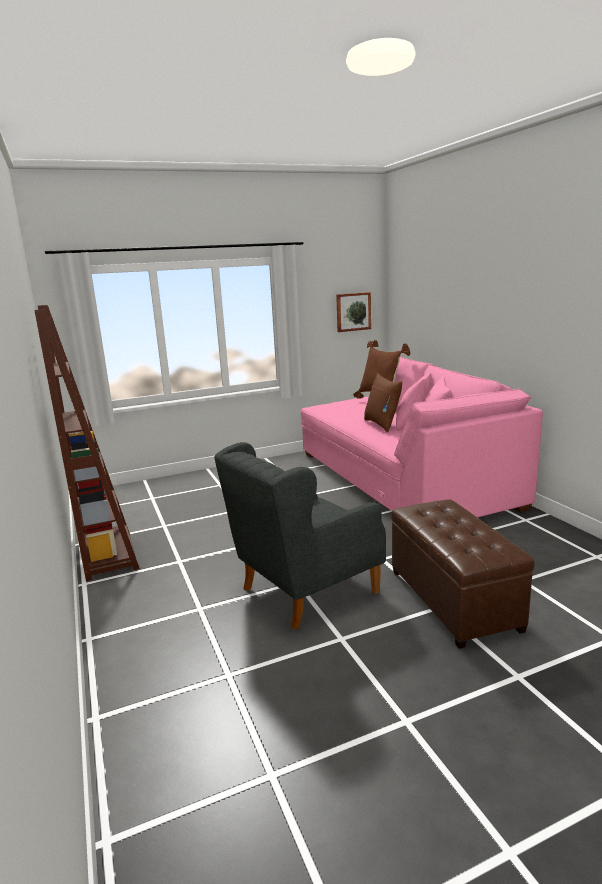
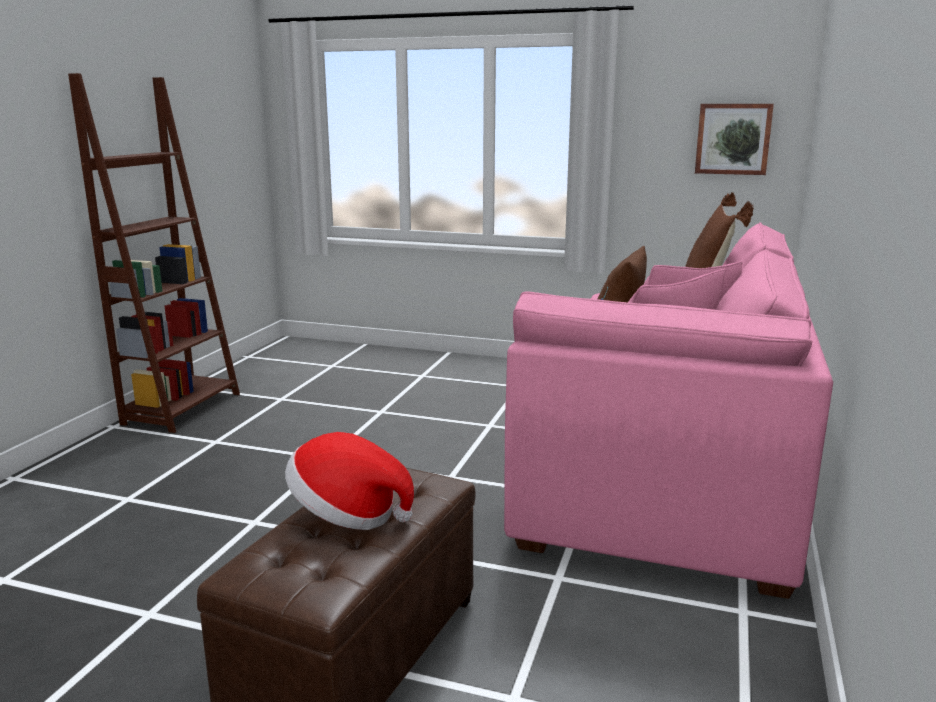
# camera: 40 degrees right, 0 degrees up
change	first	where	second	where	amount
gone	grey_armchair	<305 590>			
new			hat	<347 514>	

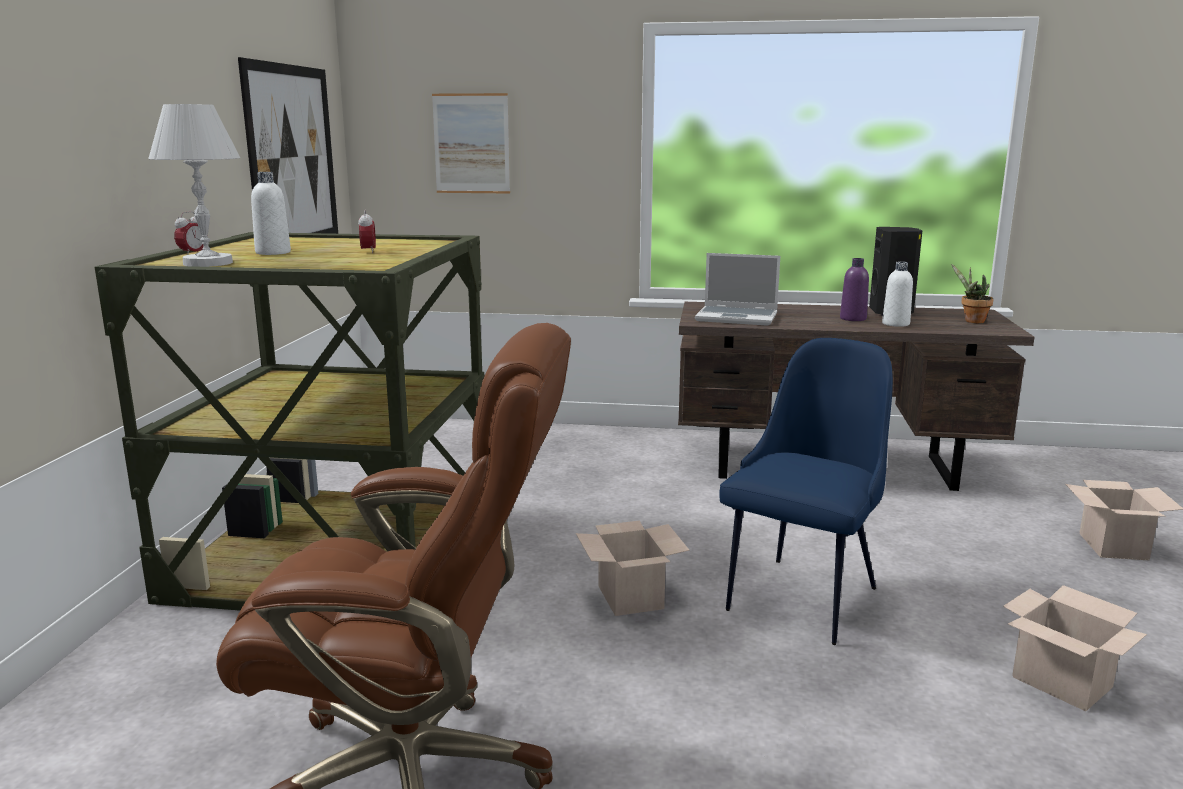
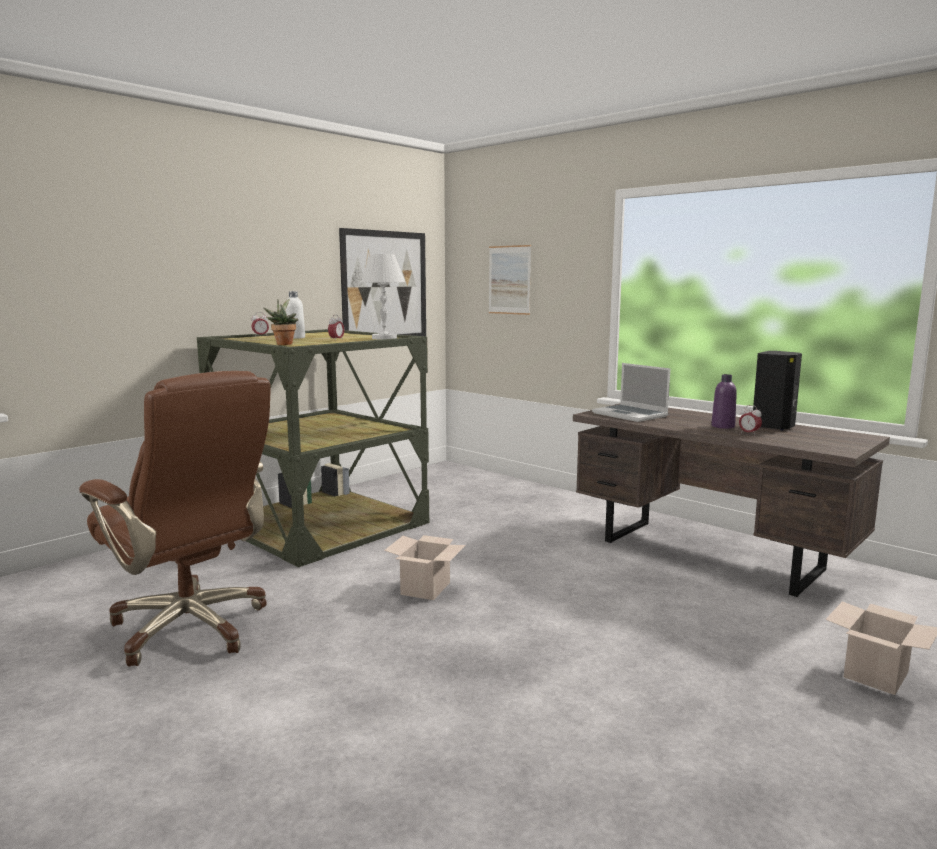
# camera: 35 degrees right, 5 degrees down
change	first	where	second	where	amount
gone	blue_chair	<802 598>			
gone	cardboard_box	<1059 682>			
shifted	white_table_lamp	<209 263>		<384 338>	
shifted	potted_plant	<971 321>		<283 344>	
swapped	white_bottle	<895 324>	alarm_clock	<749 434>	

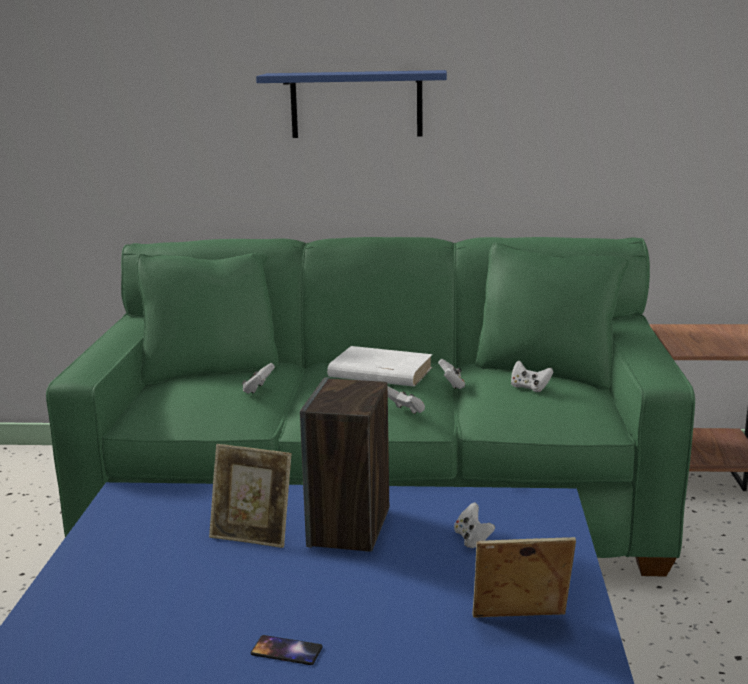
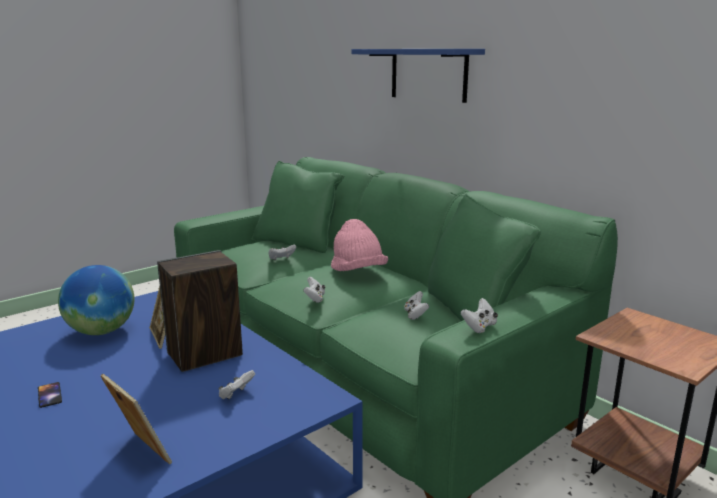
# camera: 45 degrees right, 0 degrees up
change	first	where	second	where	amount
new			globe	<101 331>	
shifted	white_game_controller	<452 385>		<479 327>	
swapped	white_book	<379 372>	pink_hat	<358 272>	

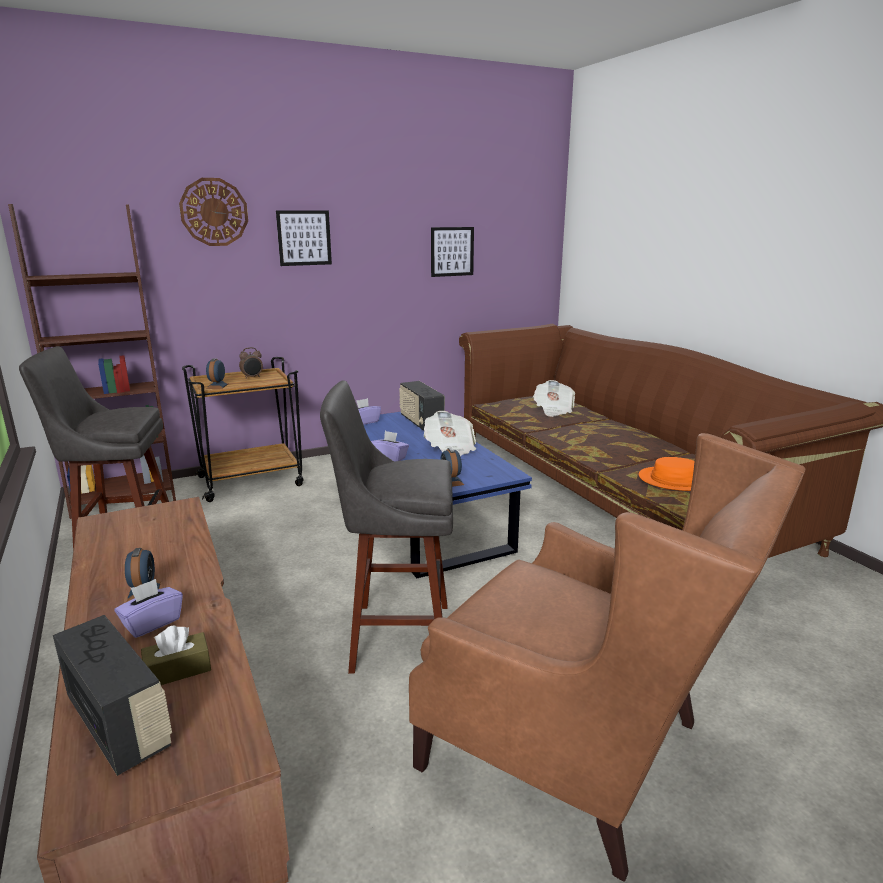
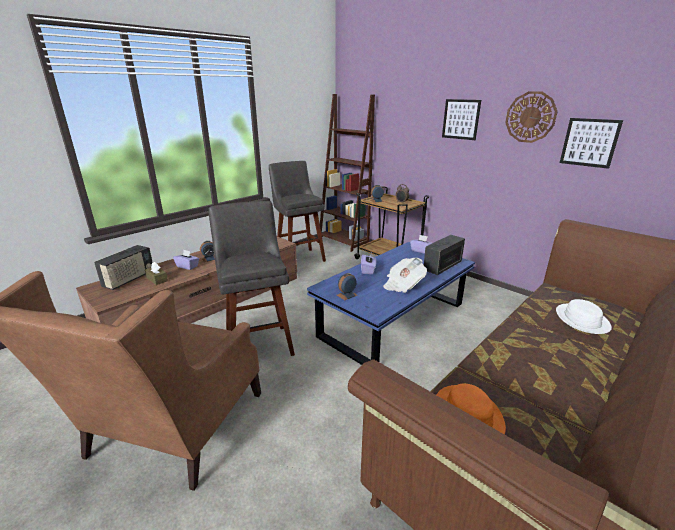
# camera: 70 degrees right, 5 degrees up
change	first	where	second	where	amount
shifted	wall_clock	<214 212>		<530 117>	
swapped	newspaper	<553 410>	white_hat	<581 319>	

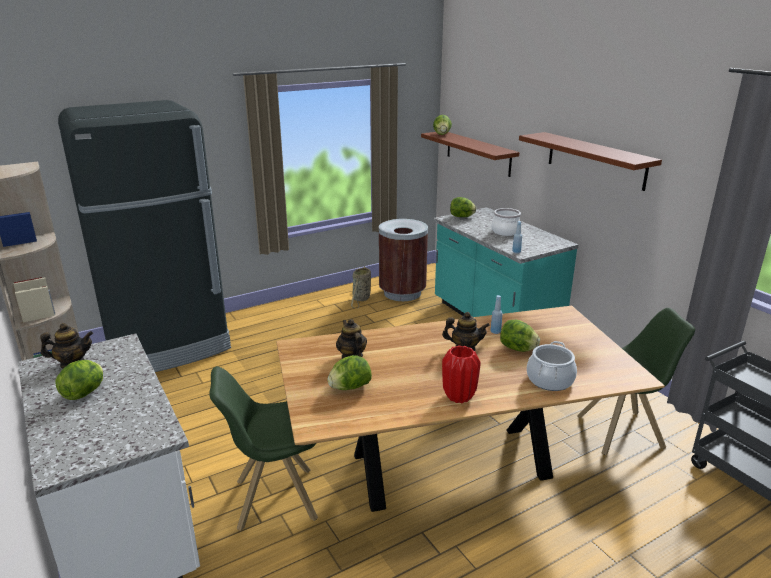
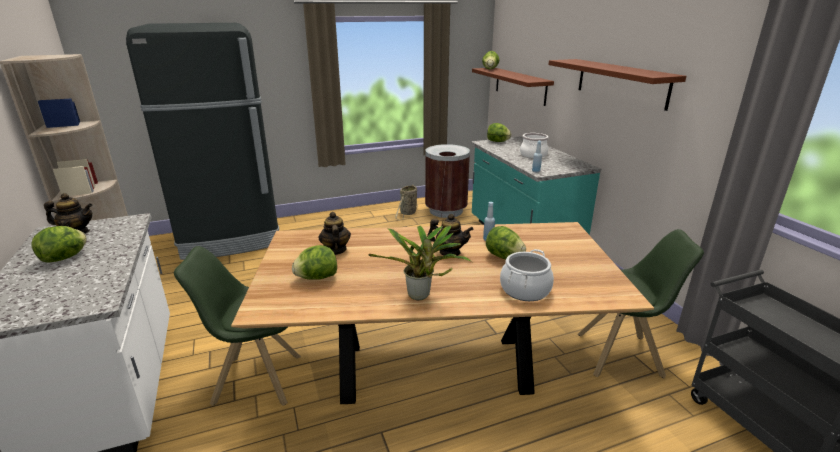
# camera: 10 degrees right, 0 degrees up
change	first	where	second	where	amount
swapped	red_vase	<459 396>	potted_plant	<421 297>	

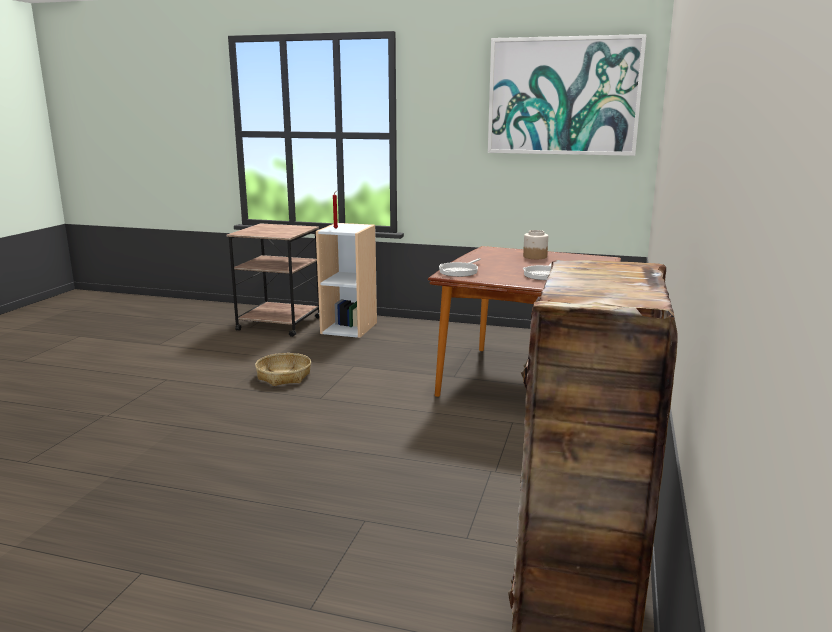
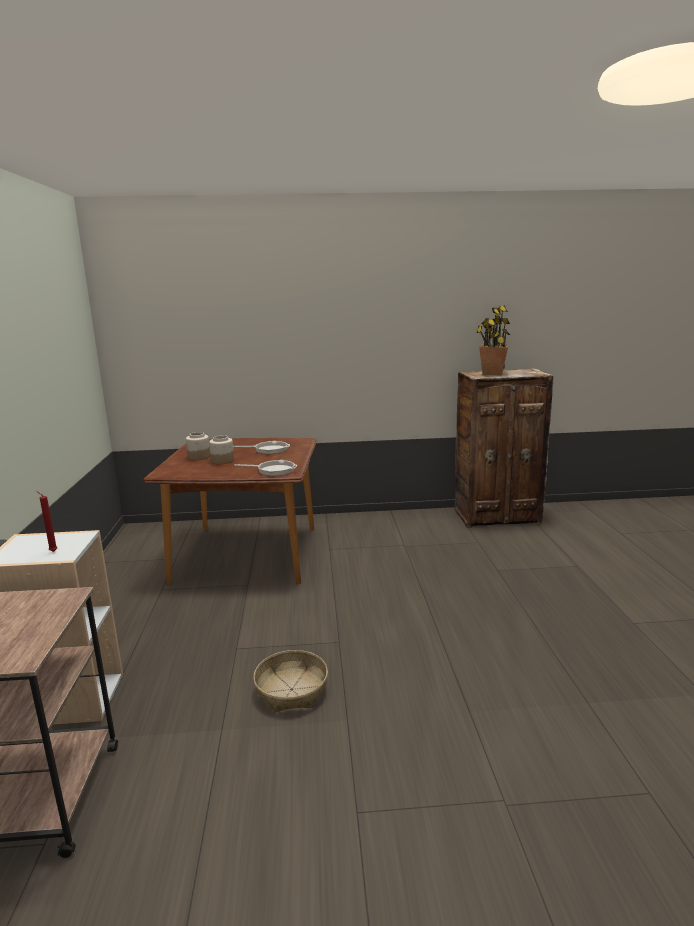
# camera: 110 degrees left, 0 degrees up
change	first	where	second	where	amount
gone	picture	<563 96>			
new			jar	<222 461>	
new			potted_plant	<492 373>	

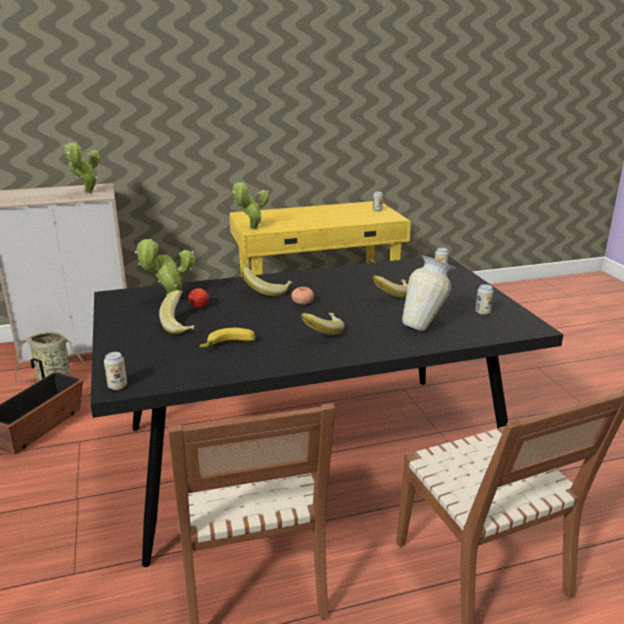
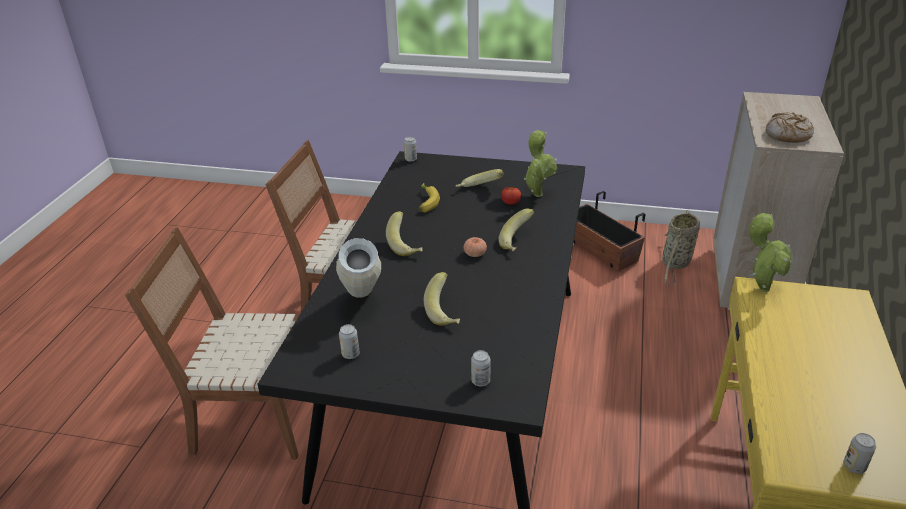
# camera: 120 degrees right, 10 degrees up
change	first	where	second	where	amount
swapped	potted_plant	<87 193>	bread	<788 135>	

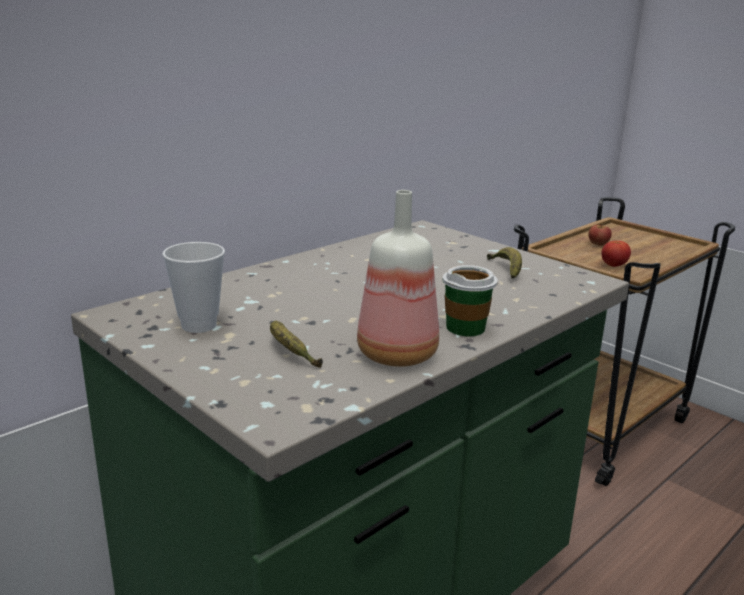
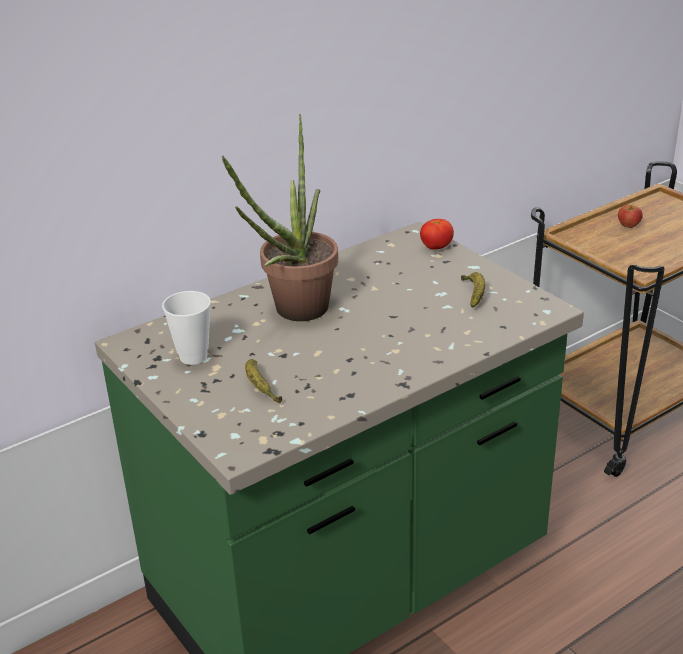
# camera: 10 degrees right, 10 degrees up
change	first	where	second	where	amount
gone	bottle	<399 355>			
gone	cup	<465 328>			
new			potted_plant	<294 313>	
shifted	tomato	<613 265>		<436 247>	

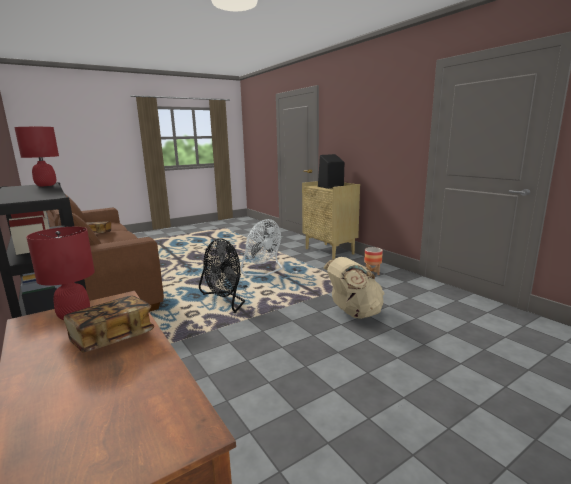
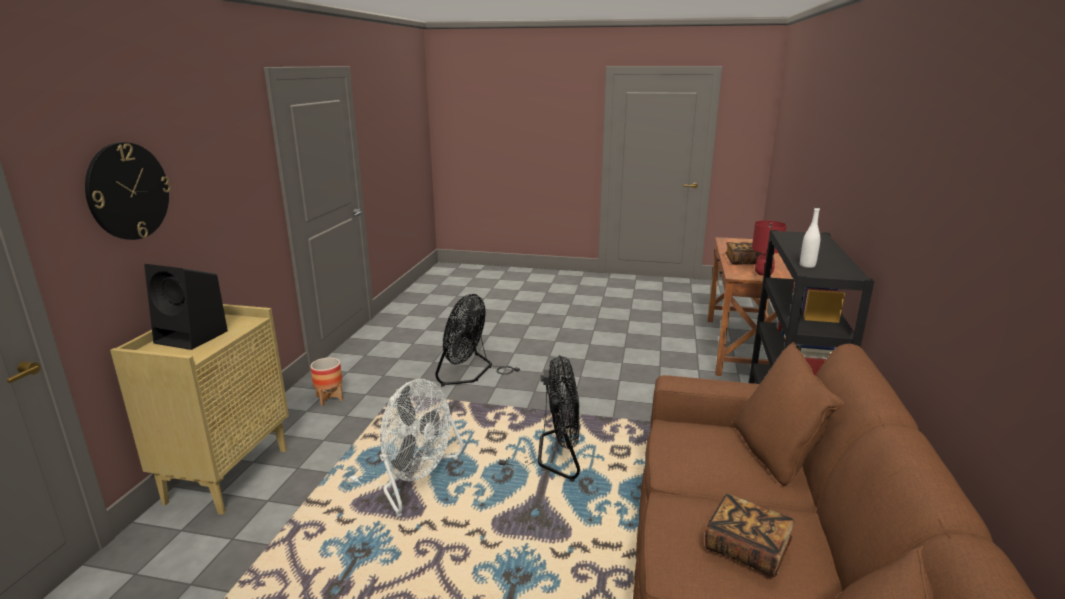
# camera: 135 degrees left, 5 degrees up
change	first	where	second	where	amount
new			wall_clock	<128 191>	
swapped	red_table_lamp	<47 185>	white_bottle	<807 265>	
swapped	beige_backpack	<353 313>	black_fan	<474 371>	
rotated	white_fan	<270 270>		<410 481>	60 degrees counterclockwise

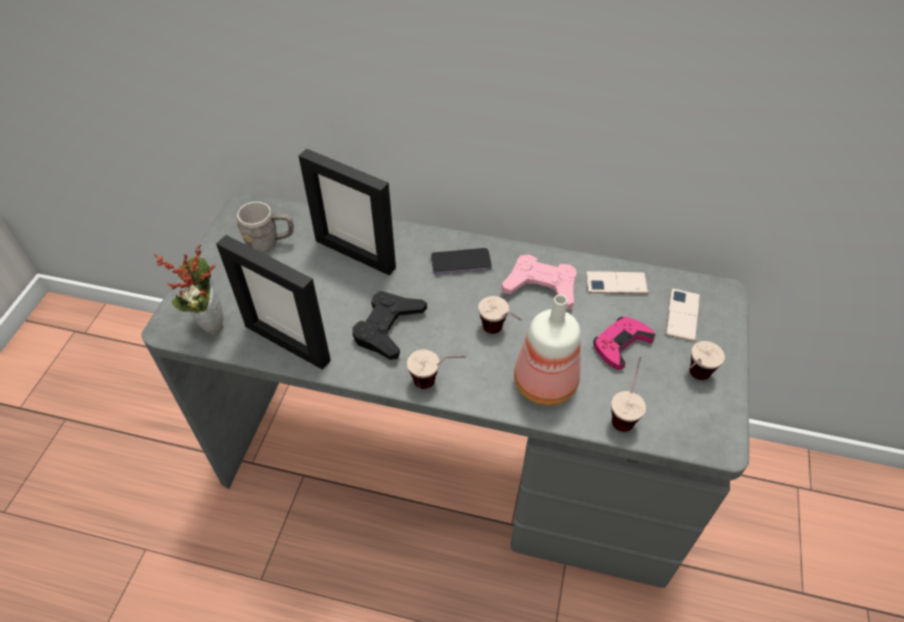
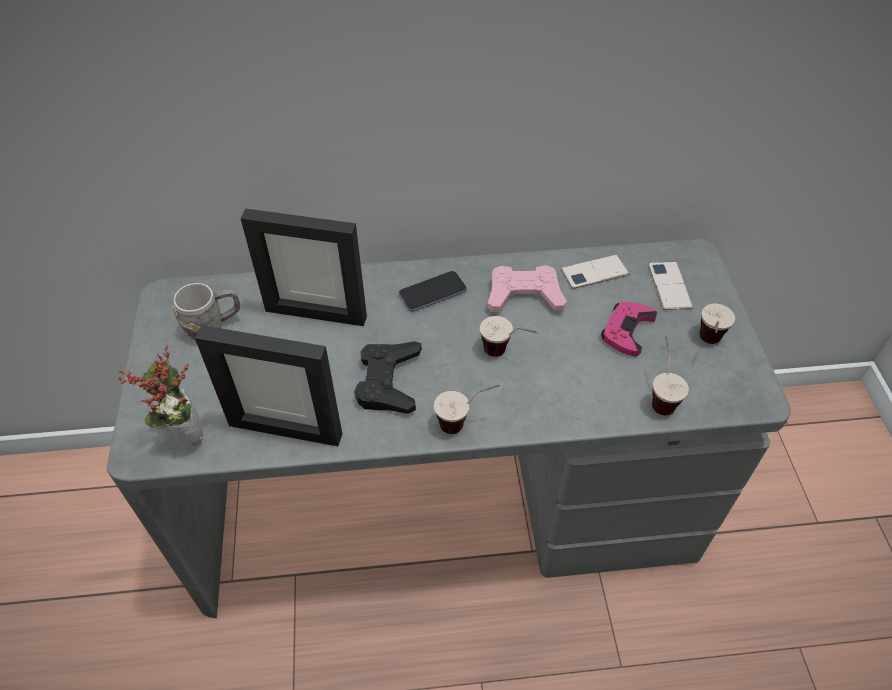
# camera: 20 degrees left, 0 degrees up
change	first	where	second	where	amount
gone	bottle	<543 383>			

